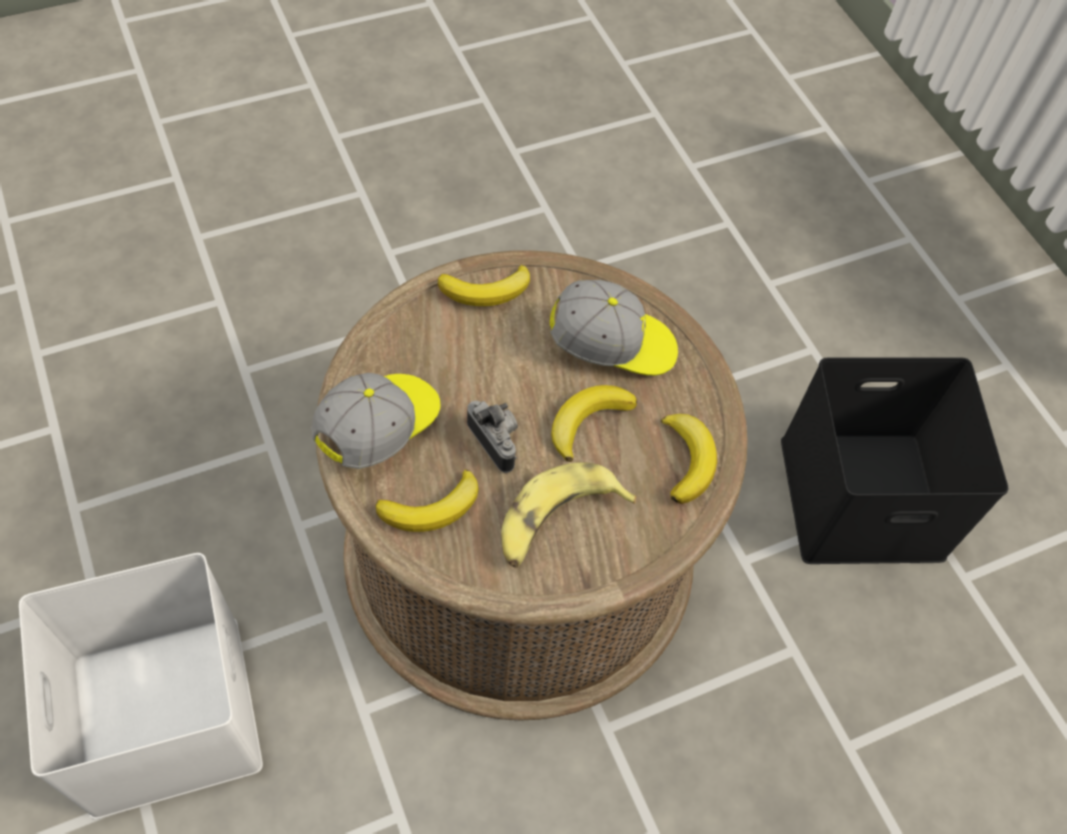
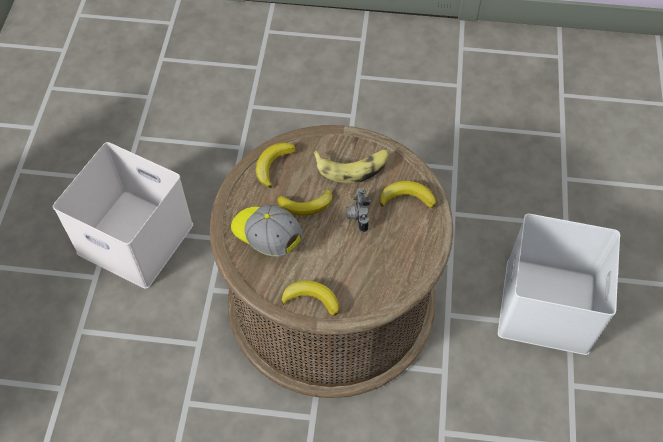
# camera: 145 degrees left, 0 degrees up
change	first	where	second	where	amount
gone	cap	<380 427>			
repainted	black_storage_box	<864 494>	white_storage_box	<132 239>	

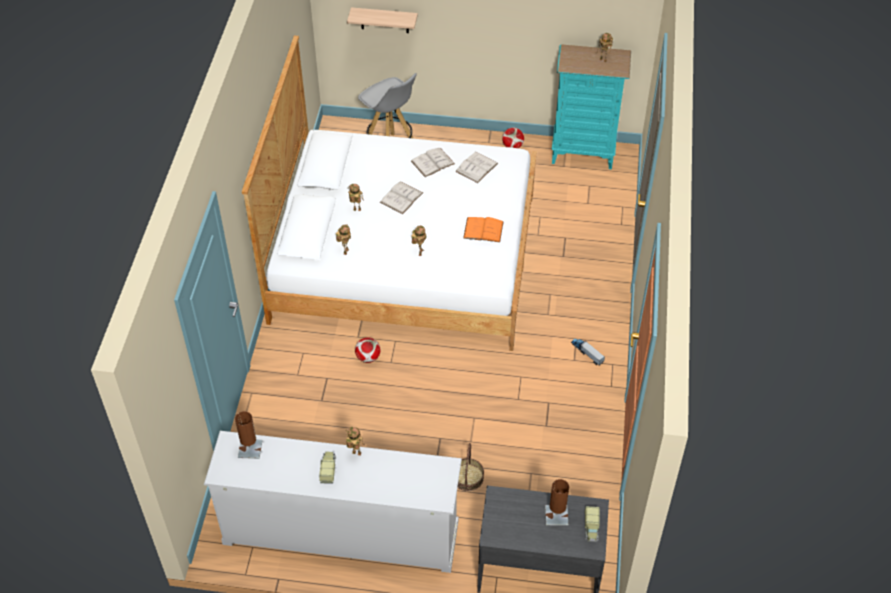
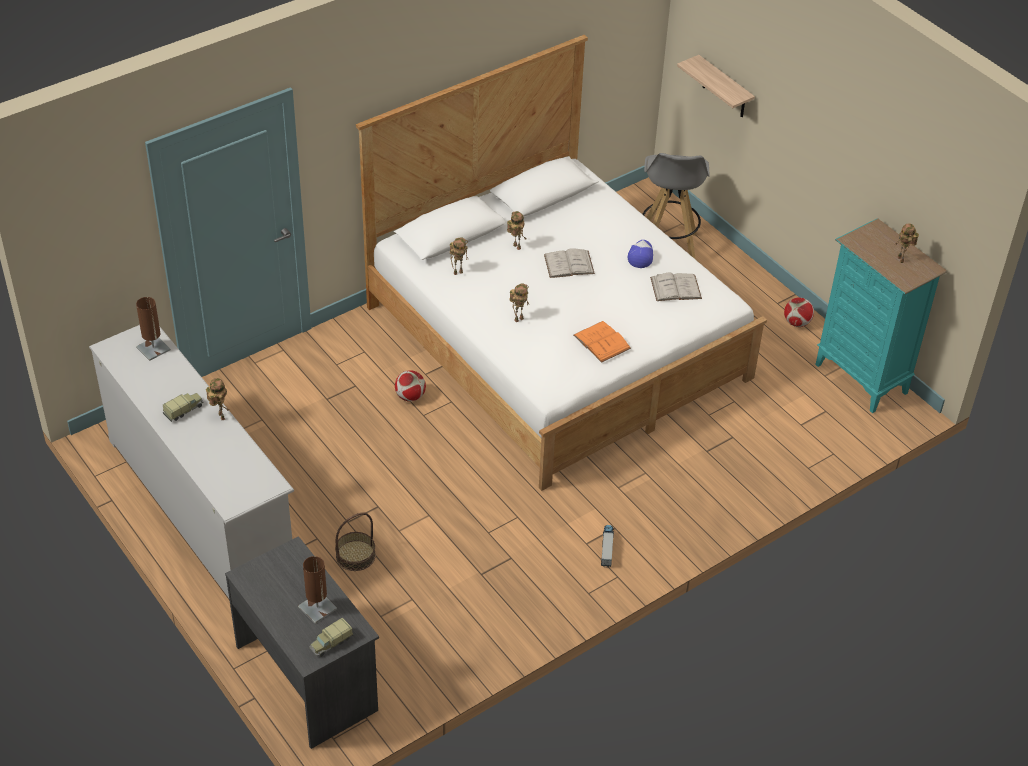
# camera: 45 degrees right, 5 degrees down
change	first	where	second	where	amount
swapped	white_book	<432 162>	cap	<640 256>	

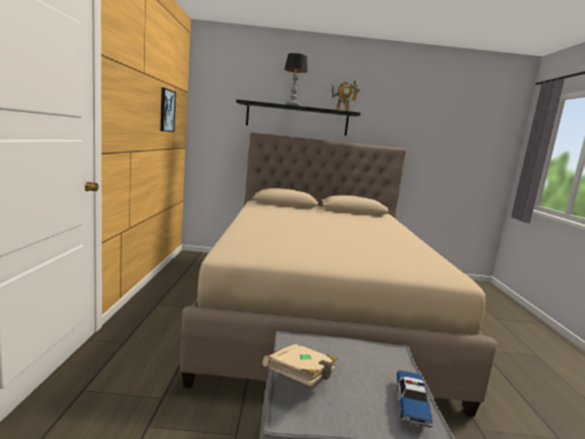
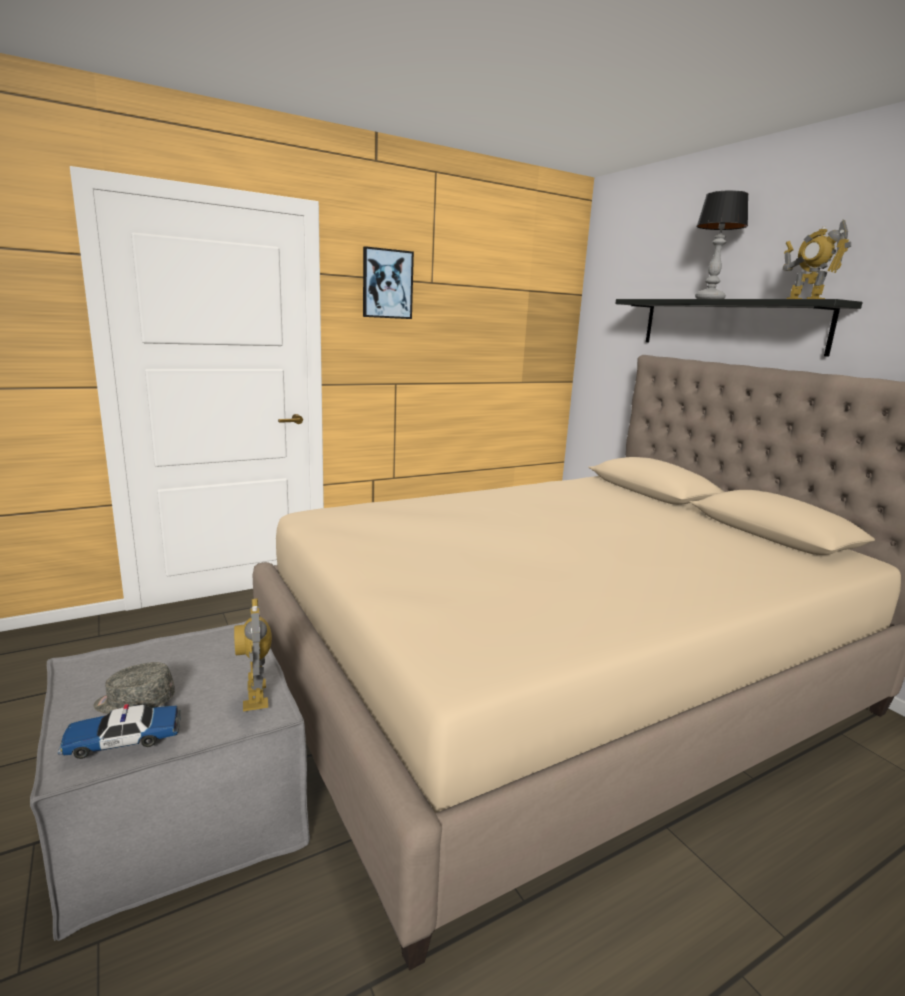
# camera: 60 degrees right, 5 degrees up
change	first	where	second	where	amount
gone	beige_book	<302 378>			
new			grey_cap	<135 702>	
new			toy_robot	<256 695>	
shifted	picture	<166 110>		<387 284>	

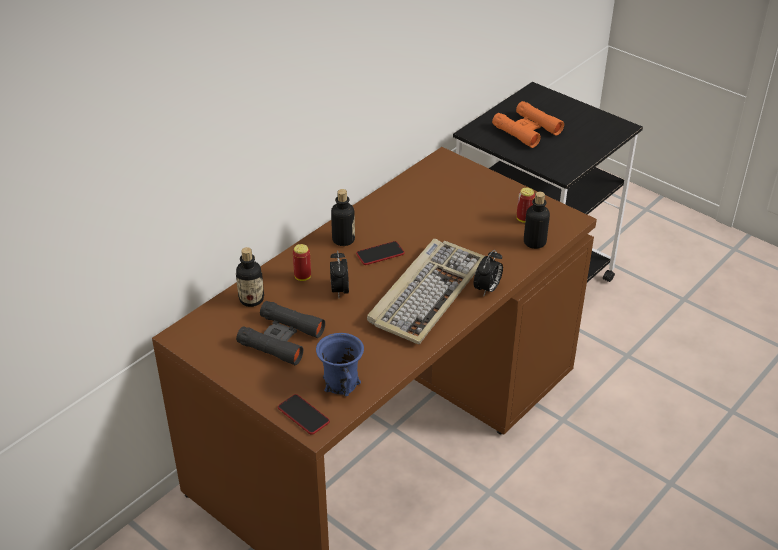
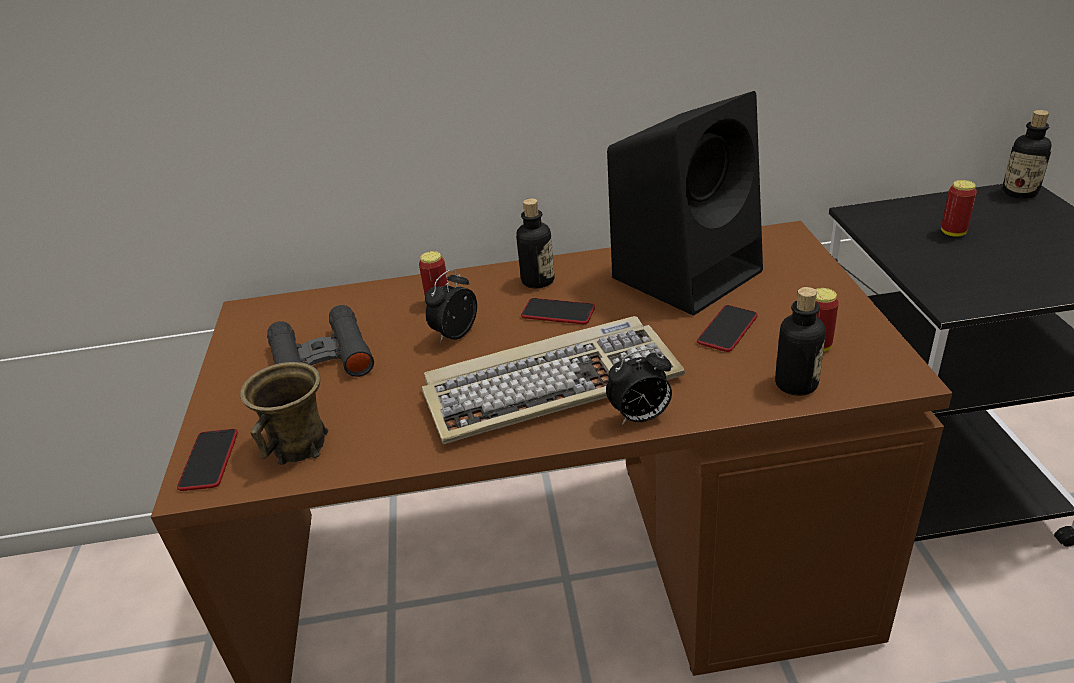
# camera: 45 degrees right, 5 degrees down
change	first	where	second	where	amount
new			black_speaker	<688 272>	
new			phone	<727 329>	
shifted	bottle	<251 299>		<1019 193>	
swapped	orange_binoculars	<527 130>	can	<953 233>	
repainted	blue_mug	<341 383>	brown_mug	<300 445>	

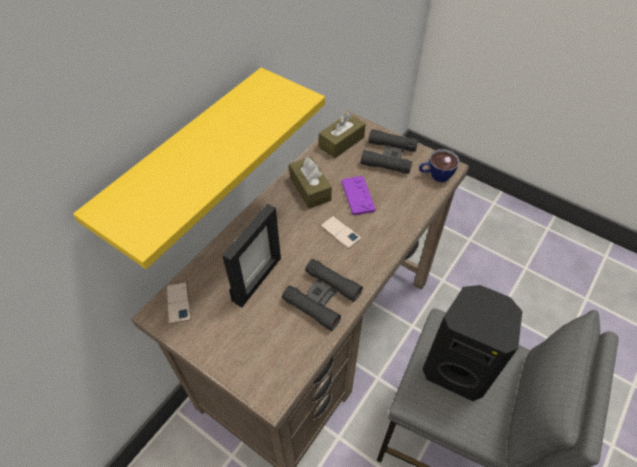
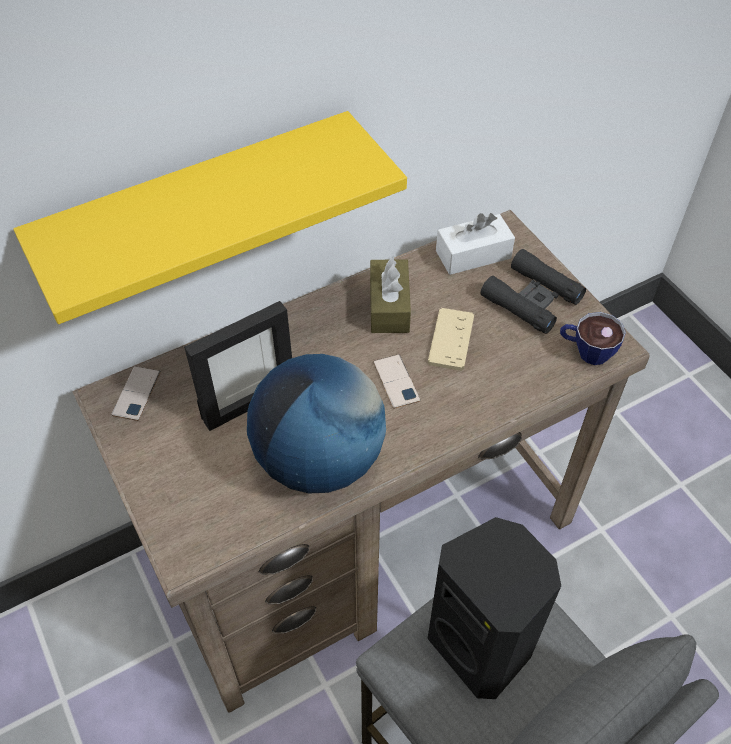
# camera: 25 degrees right, 0 degrees up
change	first	where	second	where	amount
swapped	black_binoculars	<322 297>	globe	<319 459>	
repainted	brown_tissue_box	<341 142>	white_tissue_box	<473 254>	
repainted	purple_game_controller	<358 196>	beige_game_controller	<451 340>	

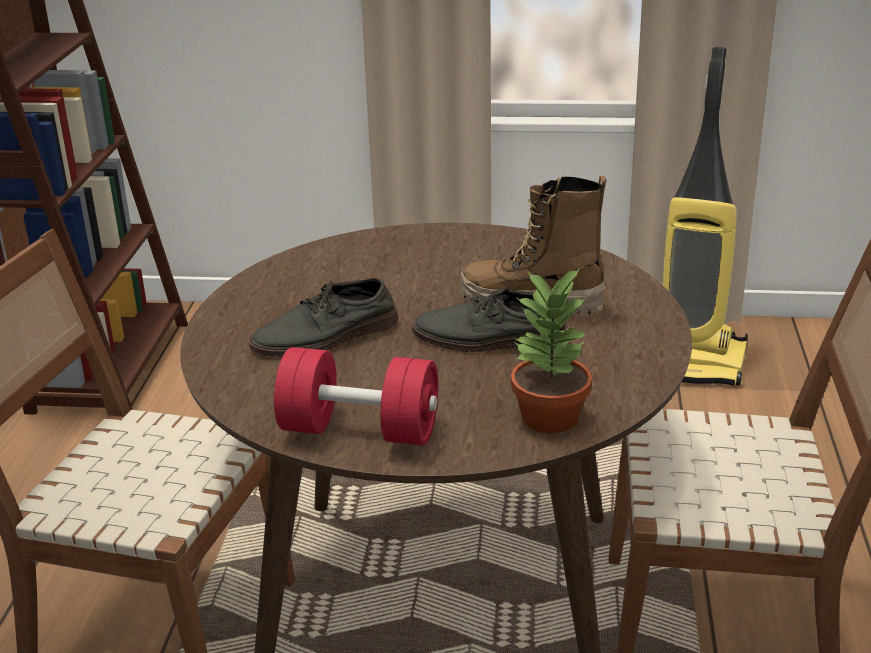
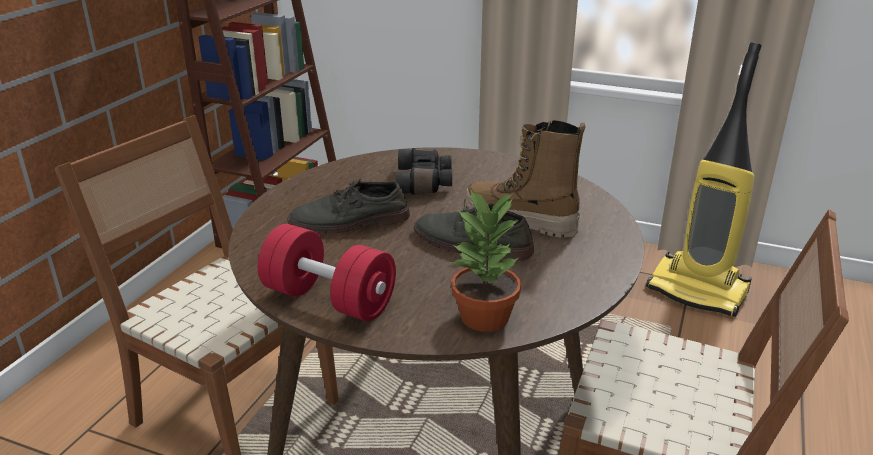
# camera: 15 degrees right, 0 degrees up
change	first	where	second	where	amount
new			black_binoculars	<425 182>	

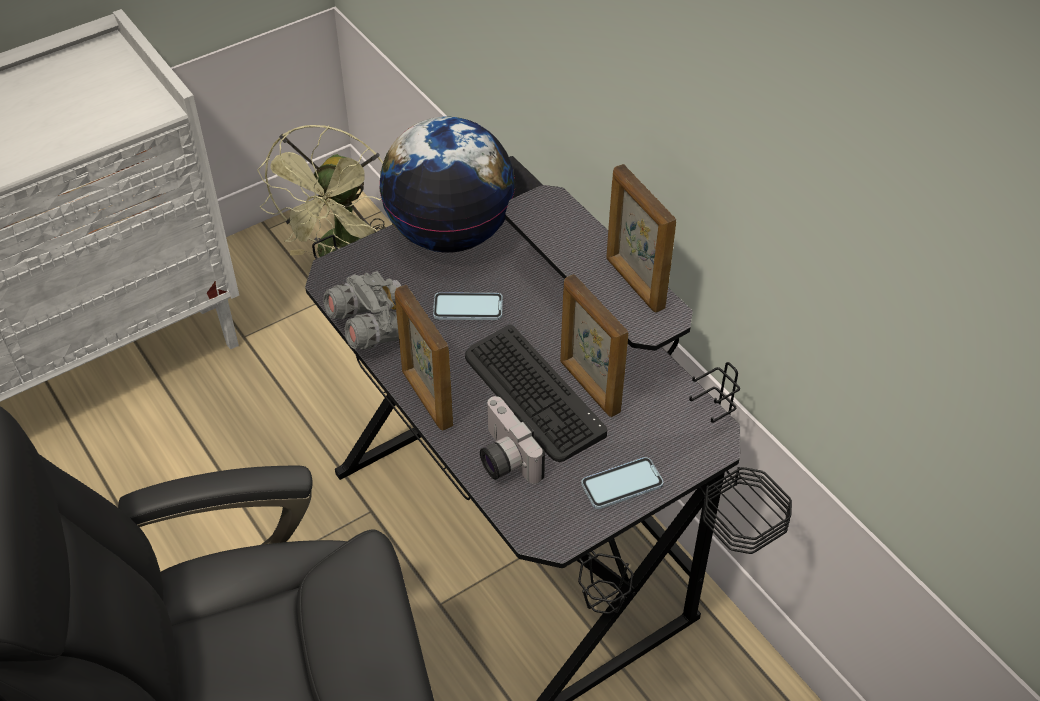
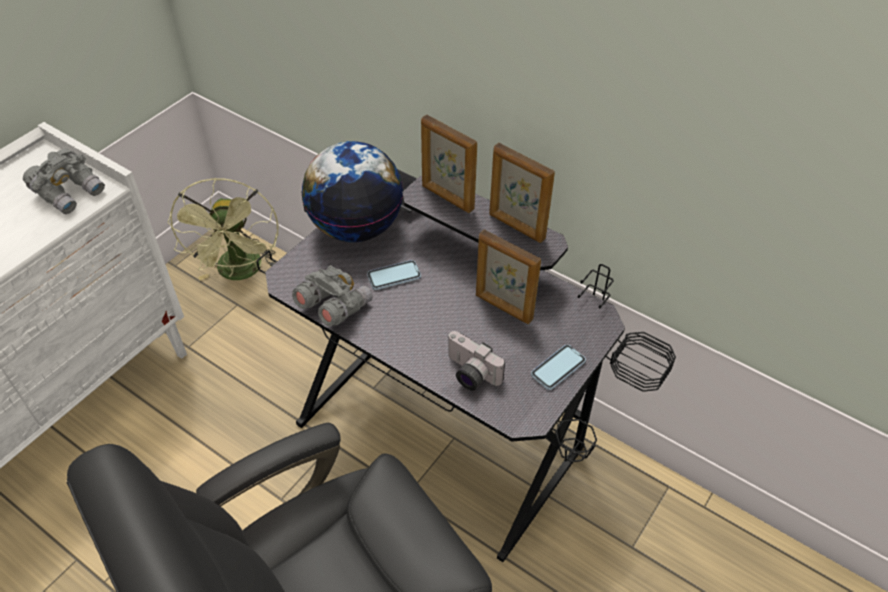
# camera: 20 degrees left, 0 degrees up
change	first	where	second	where	amount
gone	keyboard	<533 394>			
new			grey_binoculars	<70 192>	
shifted	picture_frame	<426 398>		<447 198>	

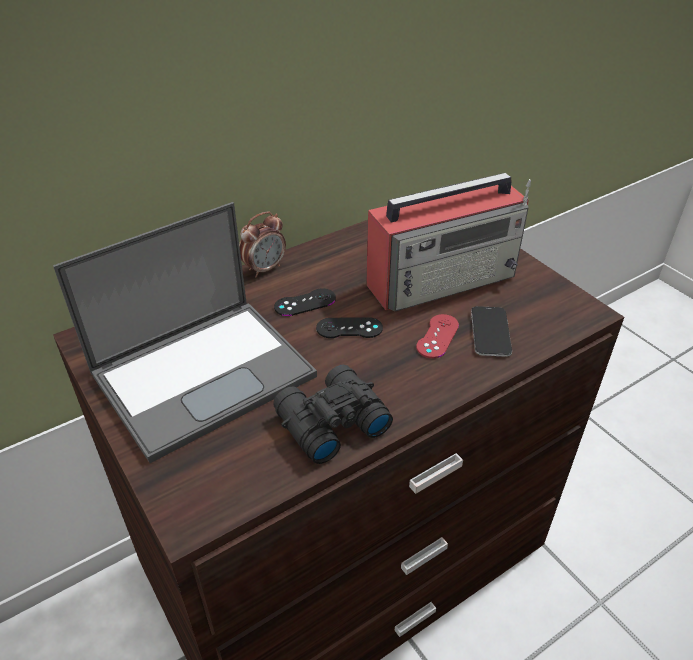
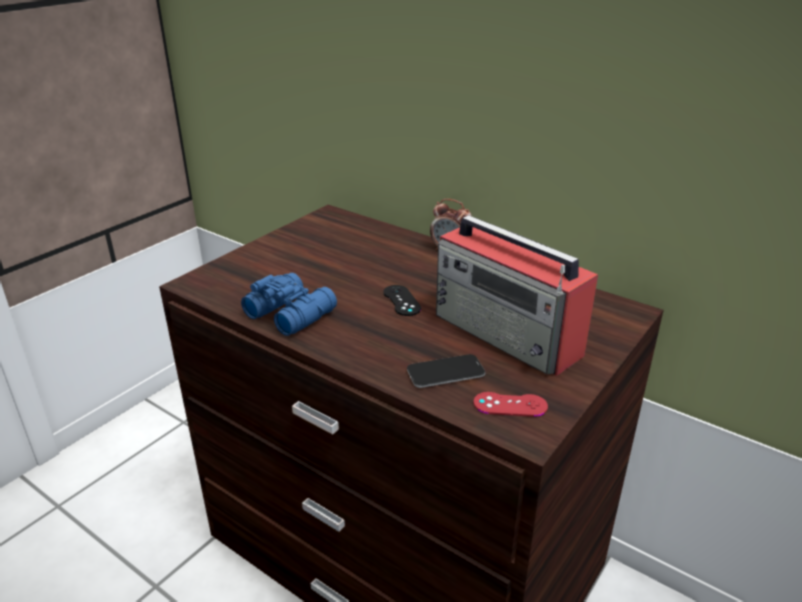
# camera: 70 degrees right, 10 degrees down
change	first	where	second	where	amount
gone	laptop	<205 373>			
gone	black_game_controller	<305 302>			
shifted	red_game_controller	<437 336>		<510 405>	
repainted	black_binoculars	<329 422>	blue_binoculars	<290 312>	

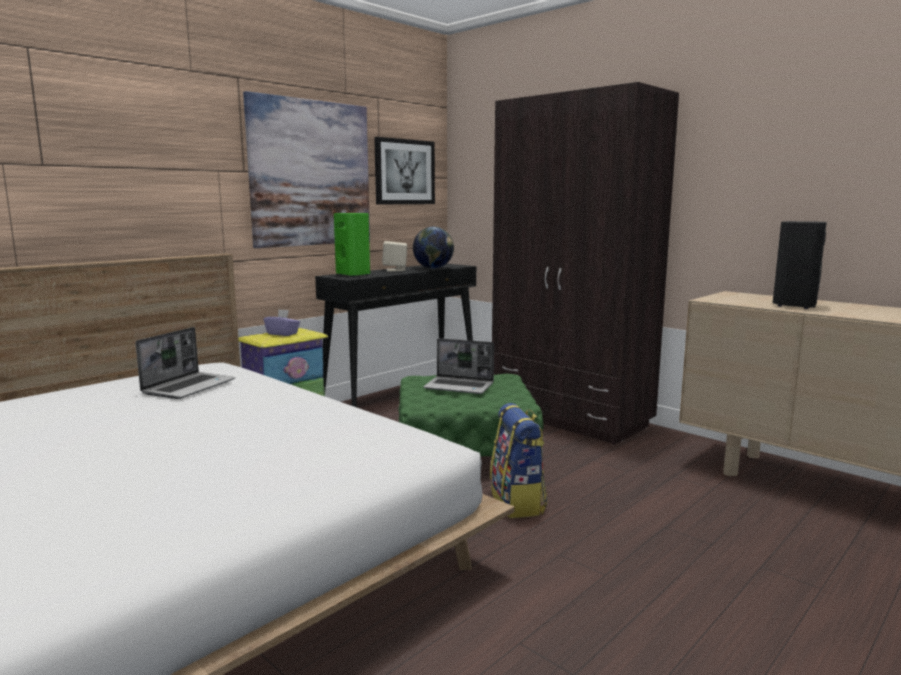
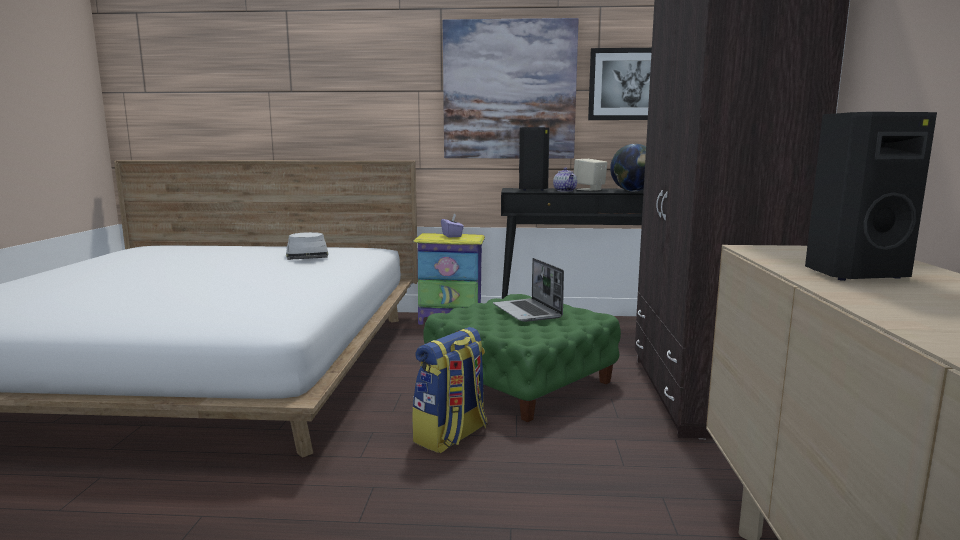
# camera: 50 degrees right, 0 degrees up
change	first	where	second	where	amount
new			teapot	<565 190>	
swapped	laptop	<189 387>	grey_hat	<307 256>	
repainted	green_speaker	<354 274>	black_speaker	<533 189>	

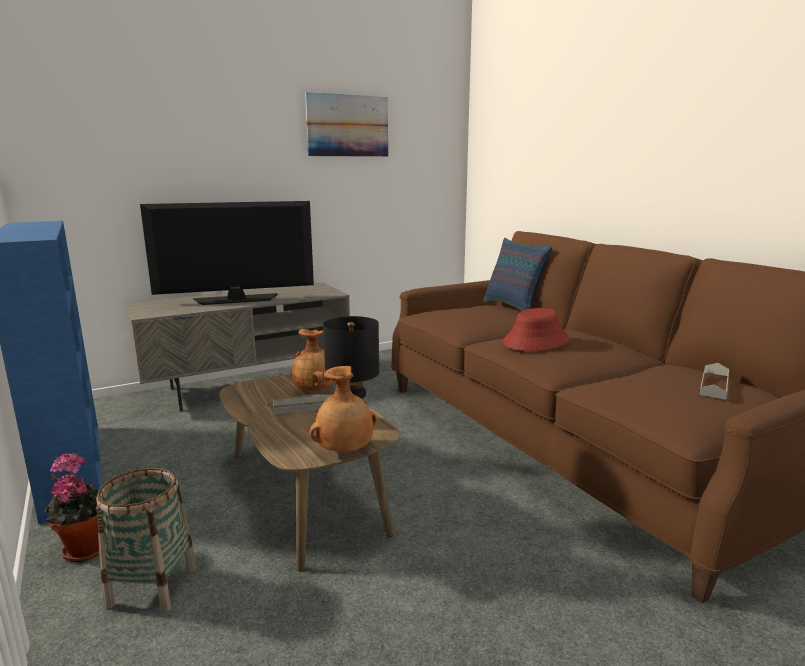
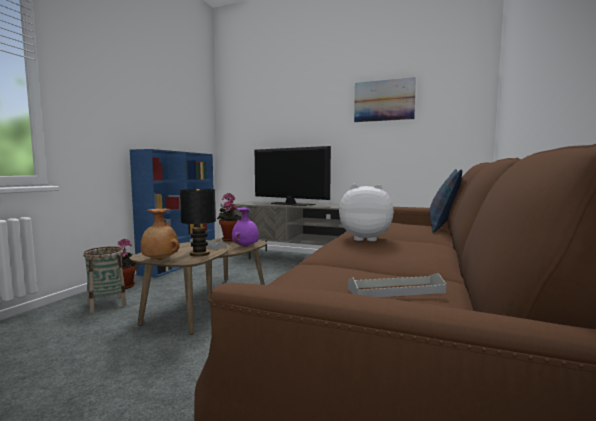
# camera: 50 degrees right, 10 degrees down
change	first	where	second	where	amount
new			potted_plant	<230 239>	
swapped	red_hat	<536 341>	plush_toy	<365 238>	
repainted	brown_vase	<315 390>	purple_vase	<246 246>	

